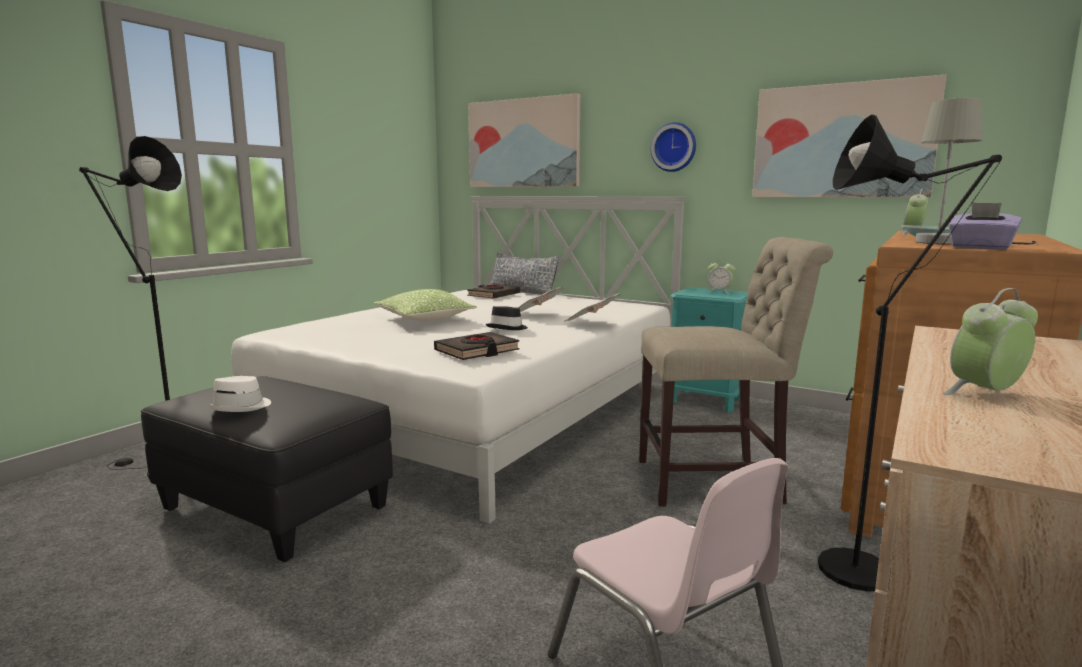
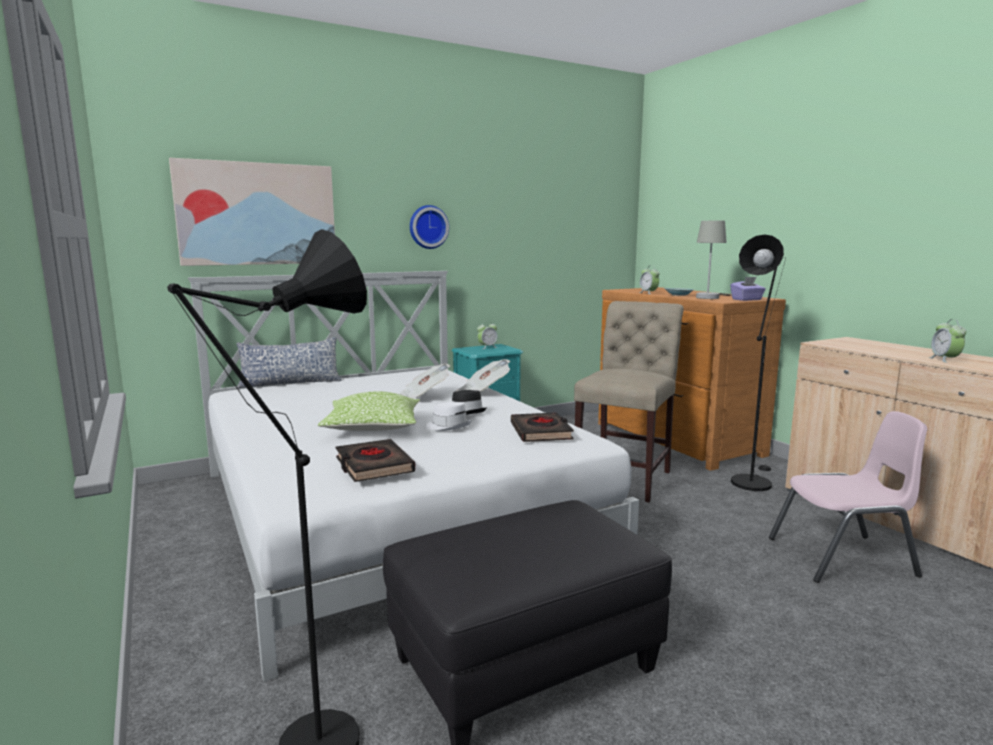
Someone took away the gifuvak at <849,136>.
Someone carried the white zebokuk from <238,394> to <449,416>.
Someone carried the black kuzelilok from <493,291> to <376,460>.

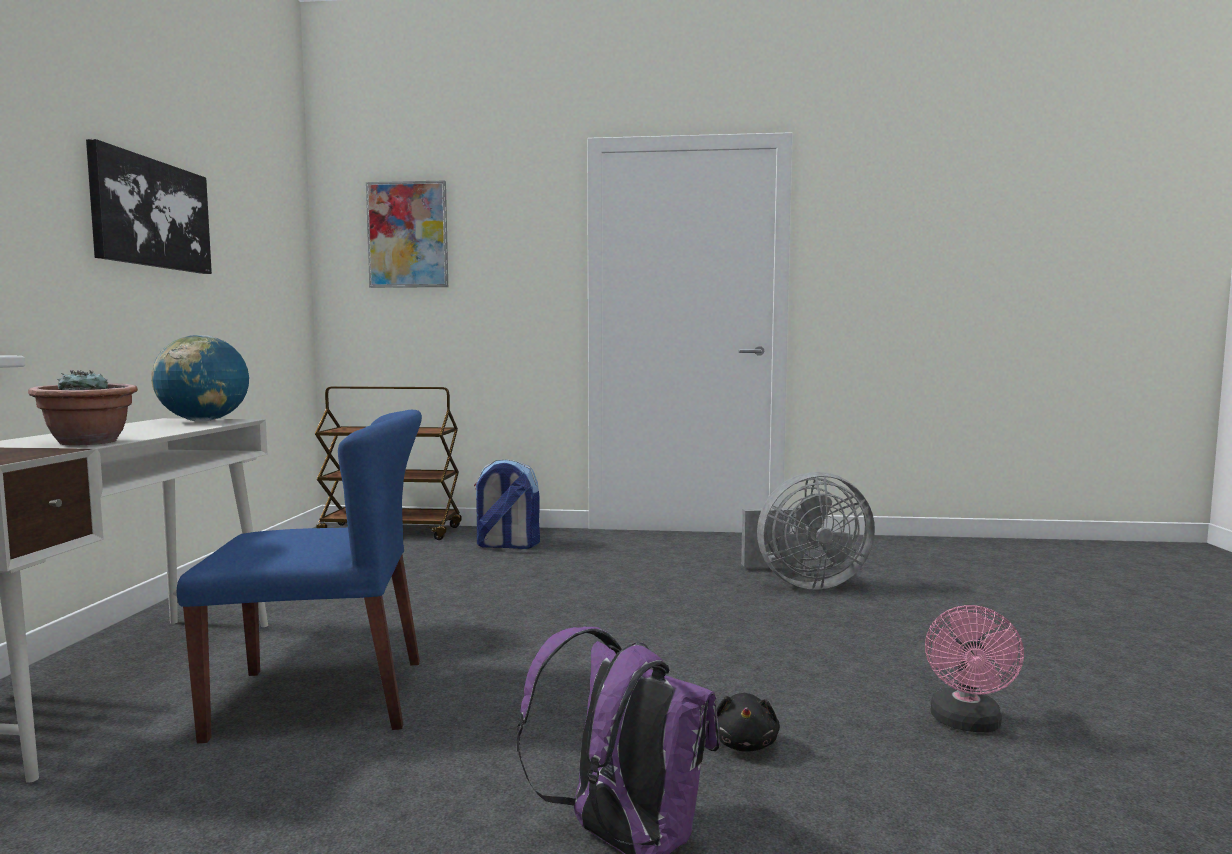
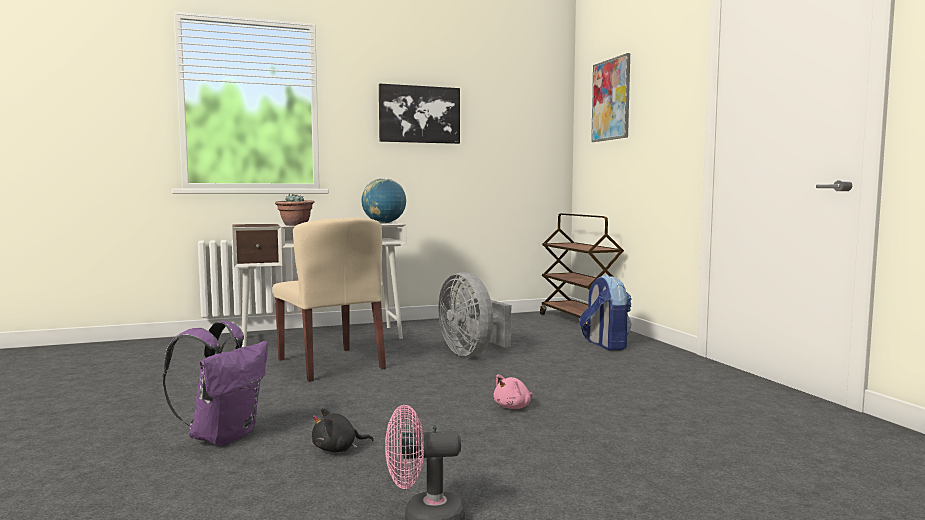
Someone put down the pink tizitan at <514,391>.
Someone carried the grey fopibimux from <808,531> to <474,314>.
Someone repainted the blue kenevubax at <299,577>, which became the beige kenevubax at <329,300>.

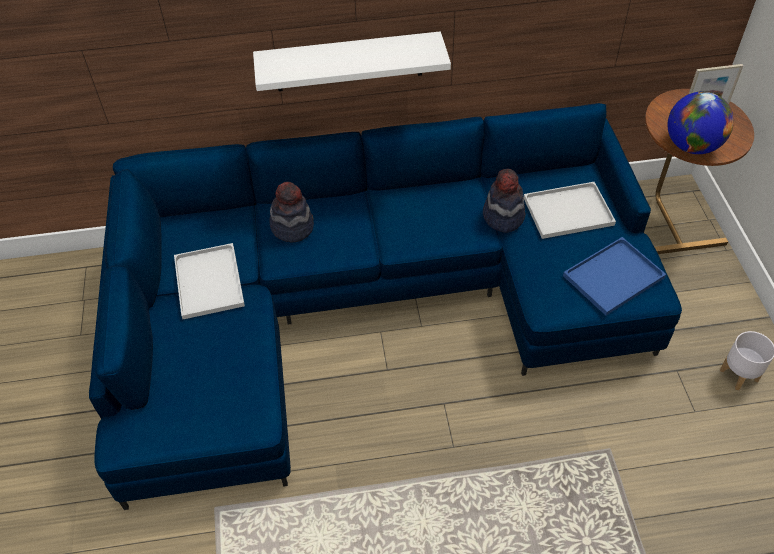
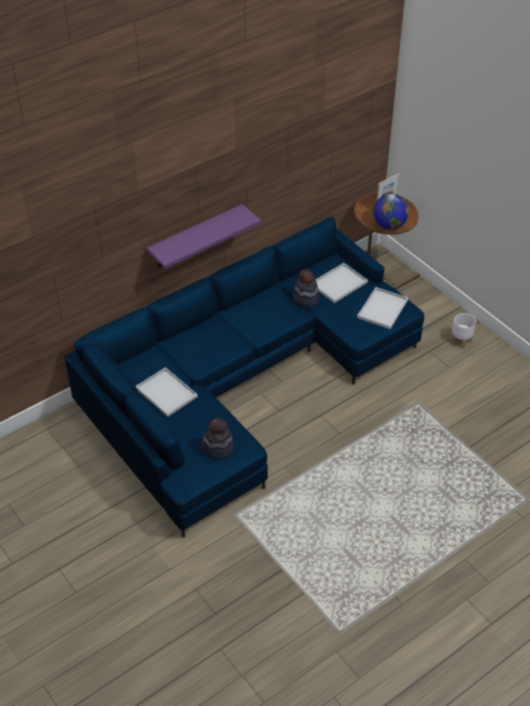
Someone carried the zebokuk from <292,212> to <217,438>.
Someone repainted the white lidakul at <352,61>, which became the purple lidakul at <204,236>.
Someone repainted the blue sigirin at <614,276>, which became the white sigirin at <382,308>.

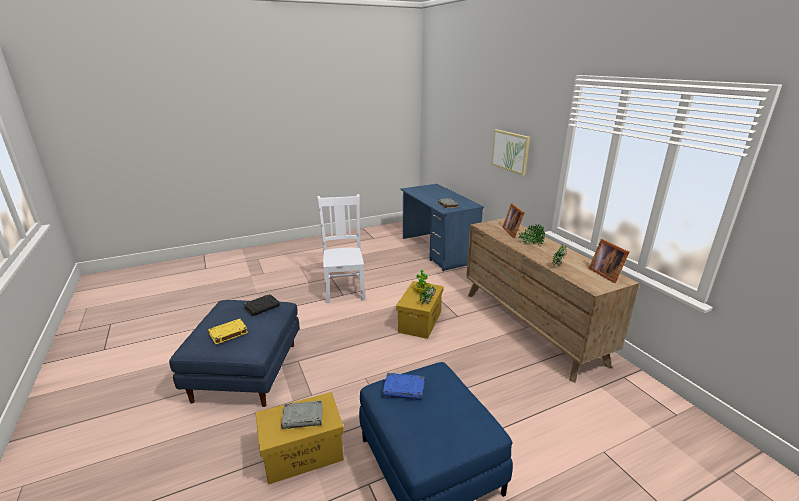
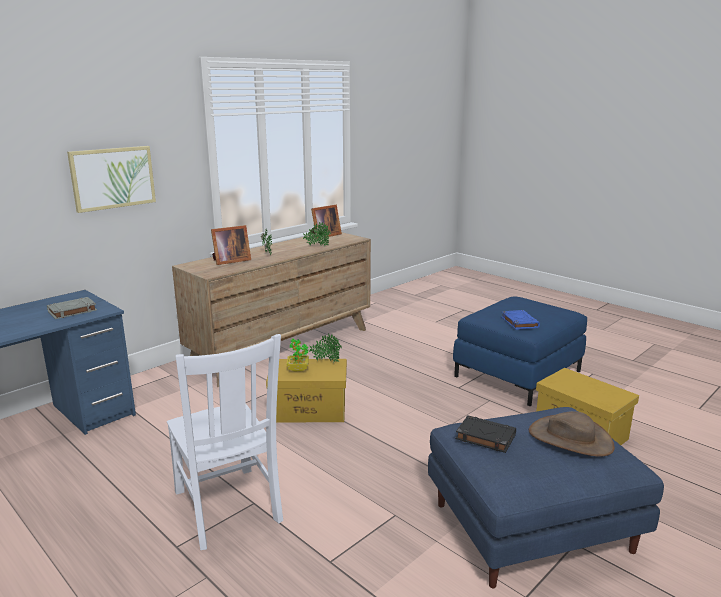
Someone took away the grey kuzelilok at <302,415>.
Someone swapped the yellow kuzelilok at <228,332> for the brown zebokuk at <572,433>.
Someone rotated the white kenevubax at <341,248> by 90 degrees counterclockwise.

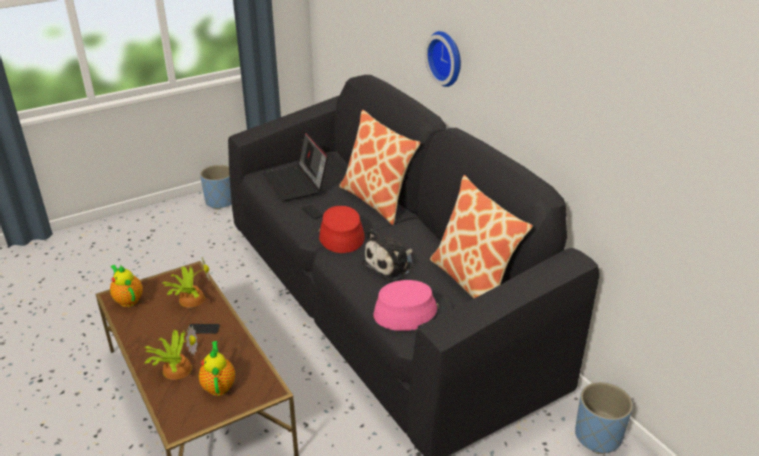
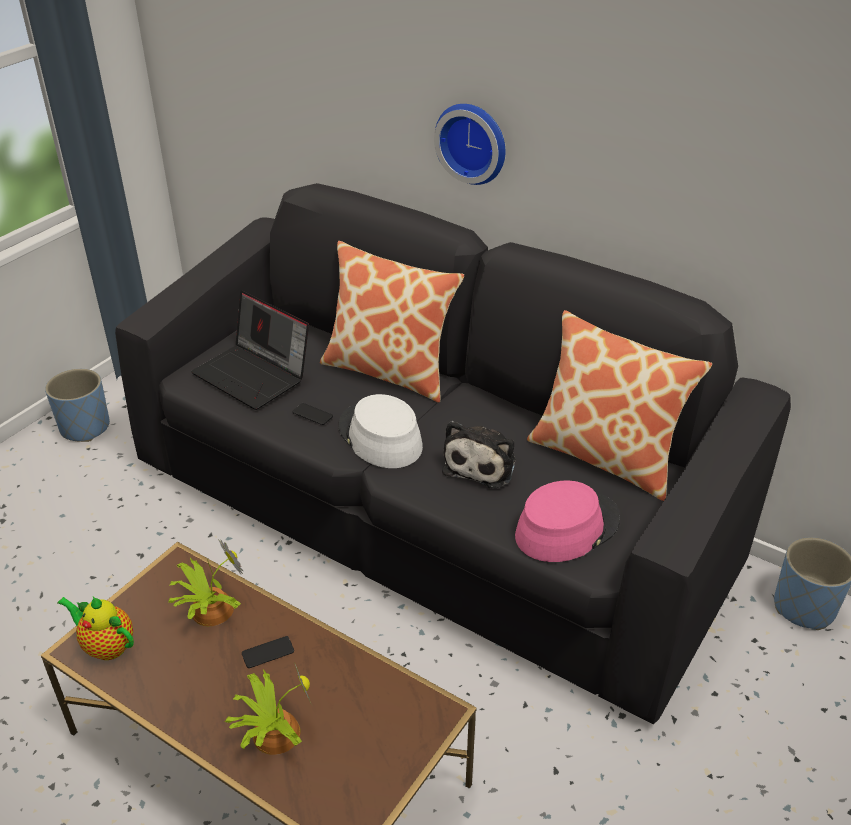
Someone took away the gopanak at <216,368>.
Someone repainted the red zebokuk at <342,229>, which became the white zebokuk at <380,431>.

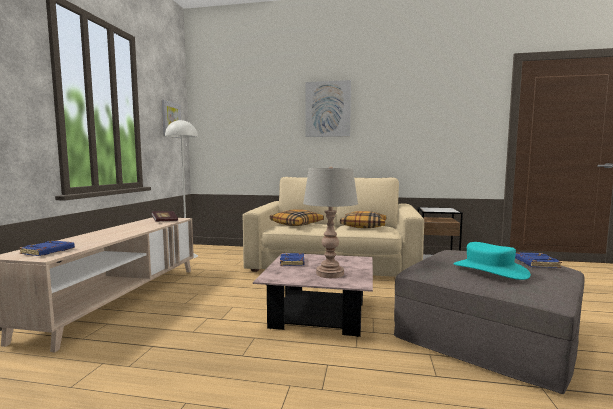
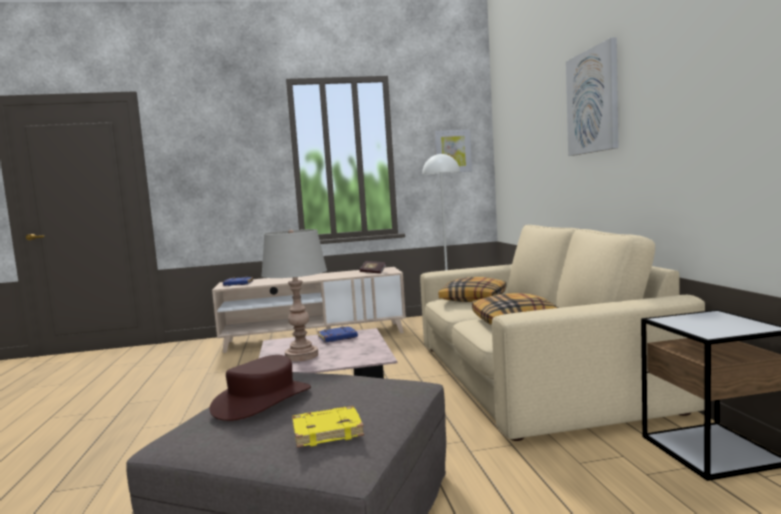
Someone repainted the turquoise zebokuk at <492,261>, which became the brown zebokuk at <260,388>.
Someone repainted the blue kuzelilok at <538,260>, which became the yellow kuzelilok at <328,427>.

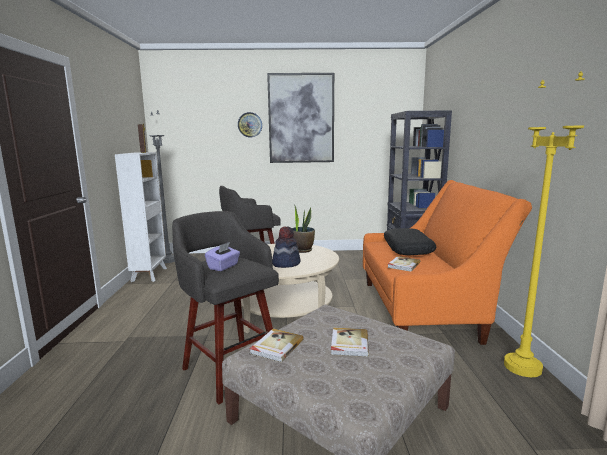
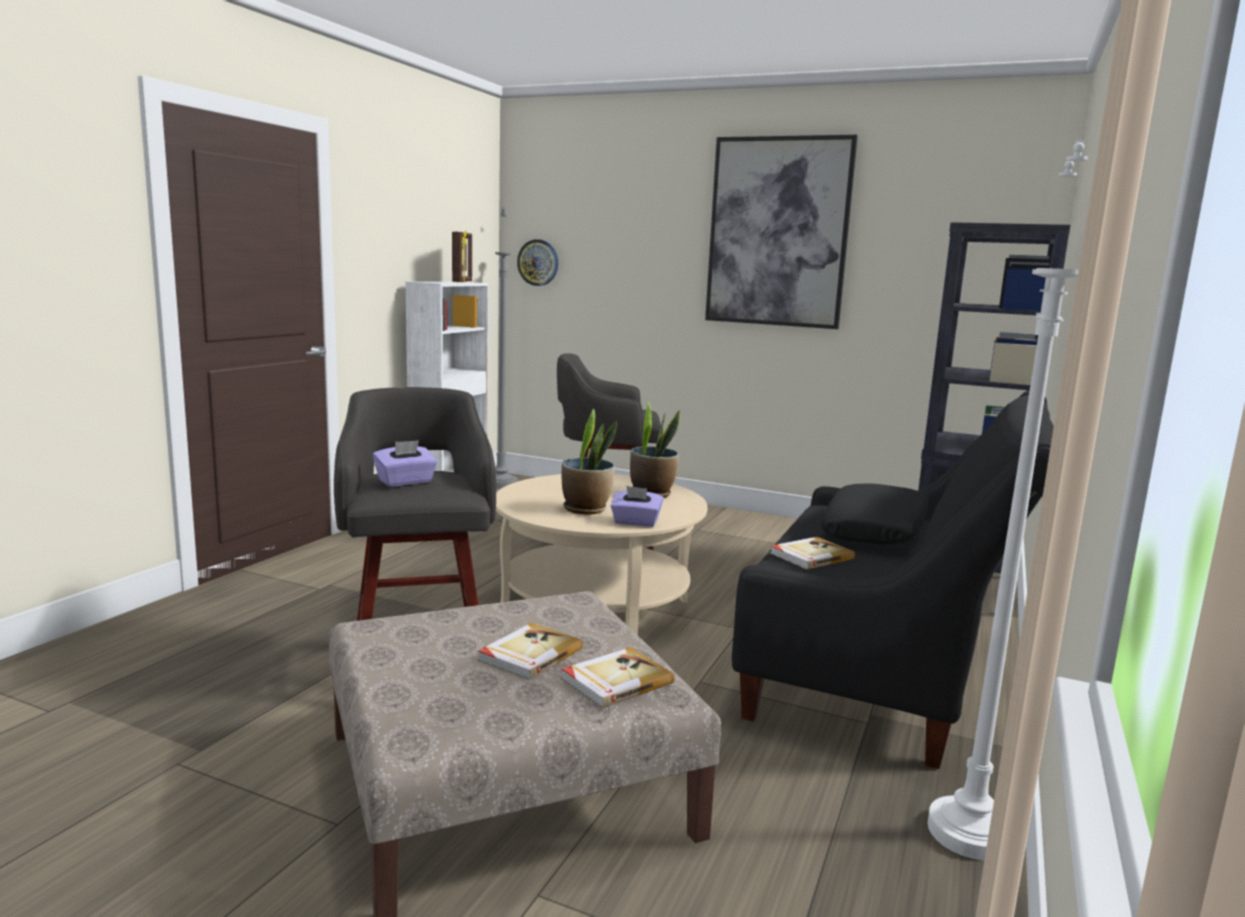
Someone put down the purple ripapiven at <637,506>.
Someone carried the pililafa from <250,124> to <537,262>.
Someone carried the kuzelilok from <277,345> to <617,677>.
Someone swapped the zebokuk at <286,247> for the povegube at <589,462>.
Someone repainted the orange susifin at <447,262>, which became the black susifin at <893,580>.
Someone repainted the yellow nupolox at <544,224>, which became the white nupolox at <1008,499>.

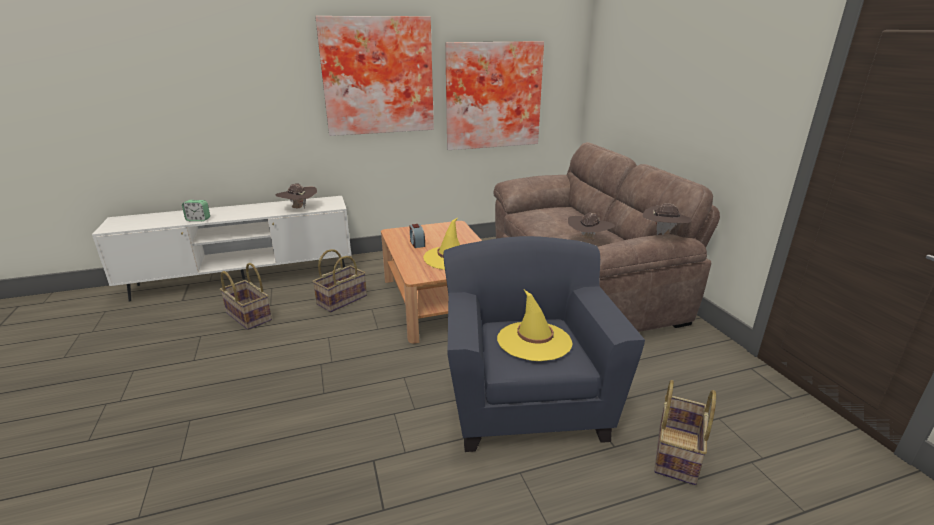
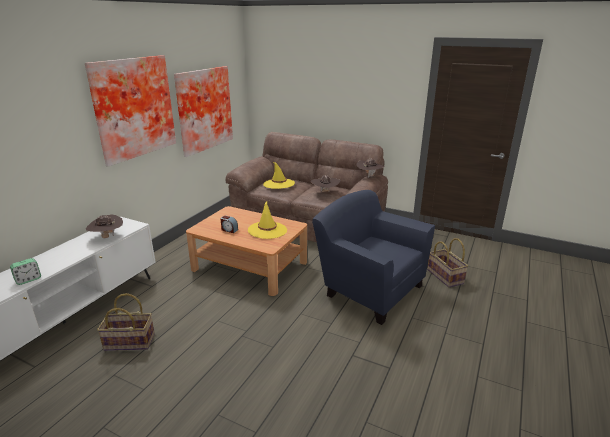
Someone took away the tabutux at <339,280>.
Someone carried the yellow zebokuk from <534,325> to <279,175>.

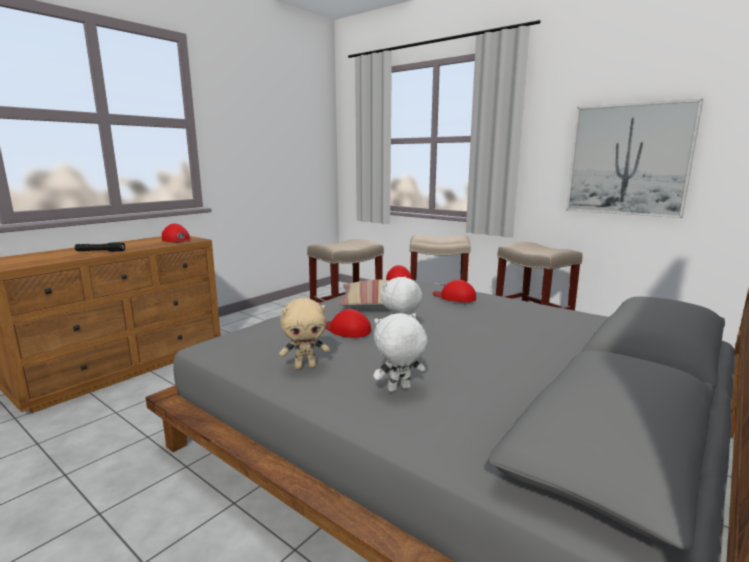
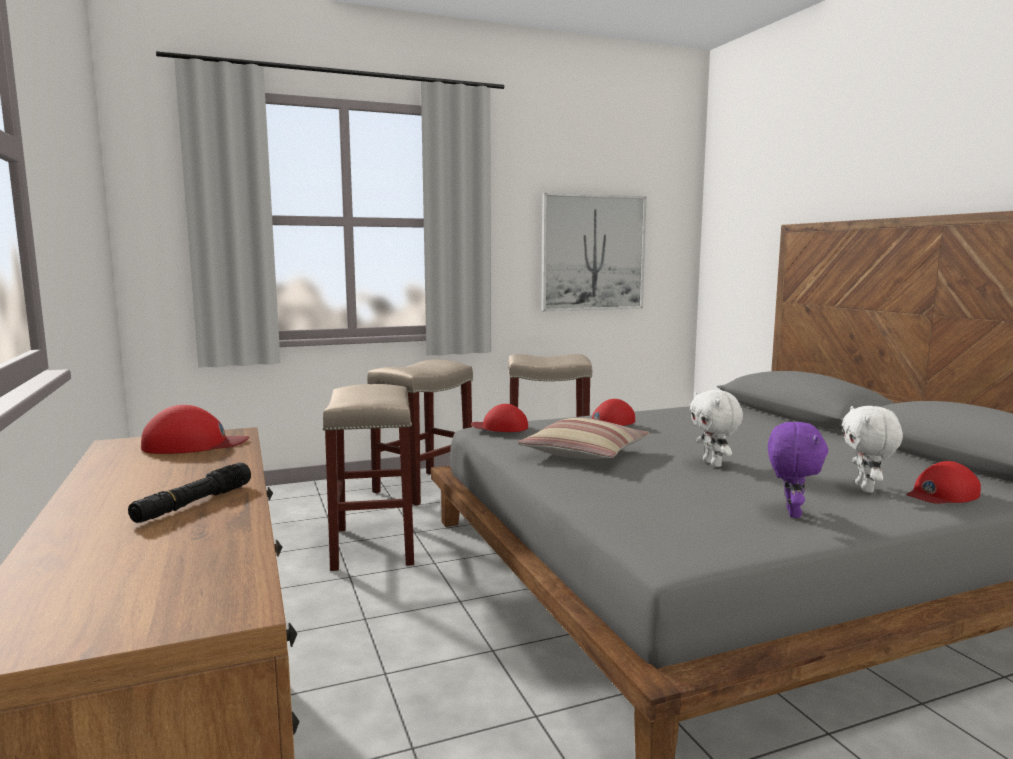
Someone carried the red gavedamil from <348,323> to <944,482>.
Someone repainted the beige tizitan at <304,334>, which became the purple tizitan at <798,470>.

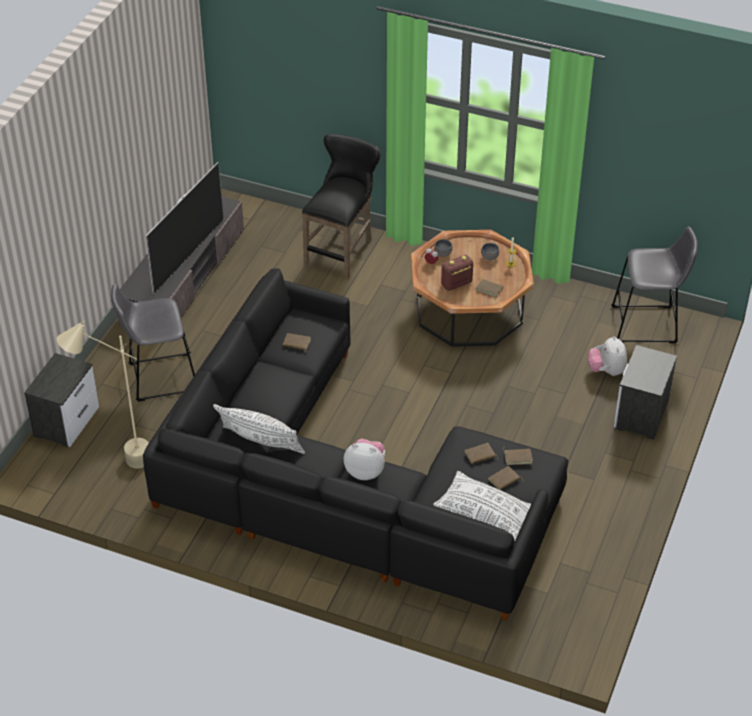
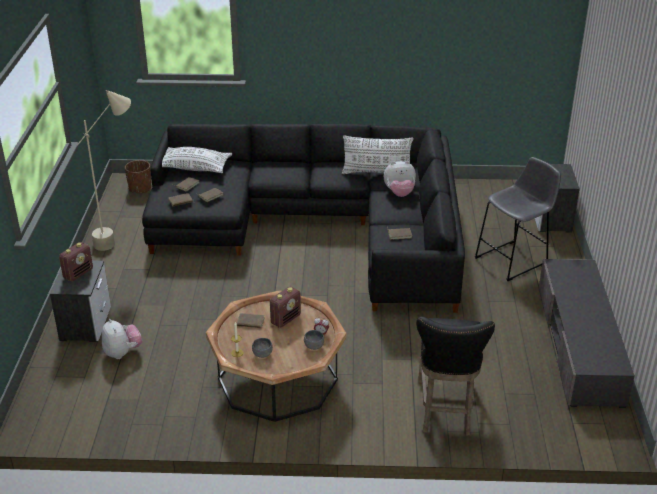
Someone took away the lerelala at <185,228>.
Someone took away the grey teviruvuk at <654,285>.
Someone put down the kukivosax at <76,261>.
Someone put down the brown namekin at <138,176>.
Someone carried the beige nupolox from <103,394> to <104,170>.
Someone carried the tizitan from <364,459> to <400,179>.

